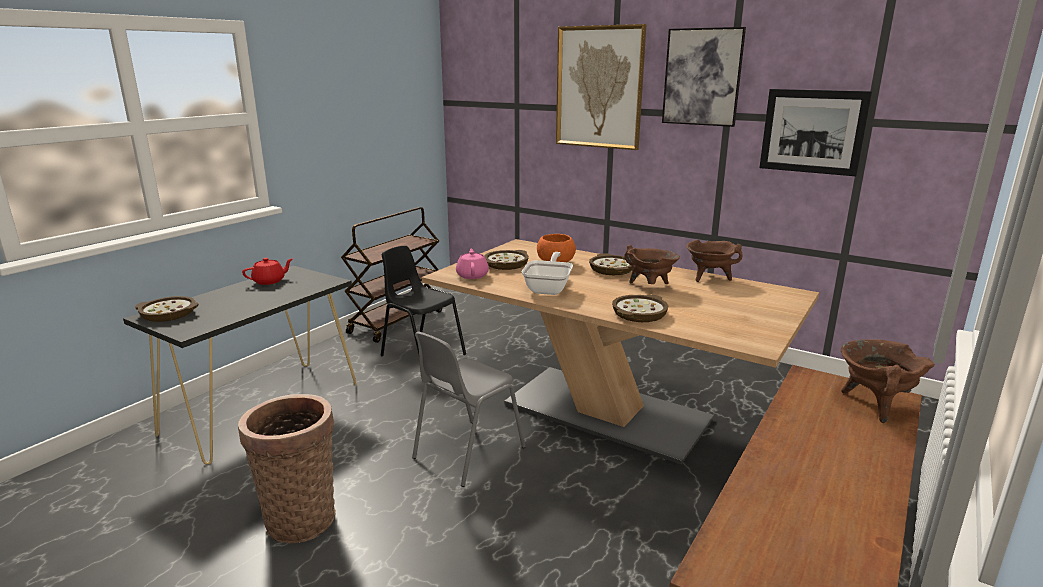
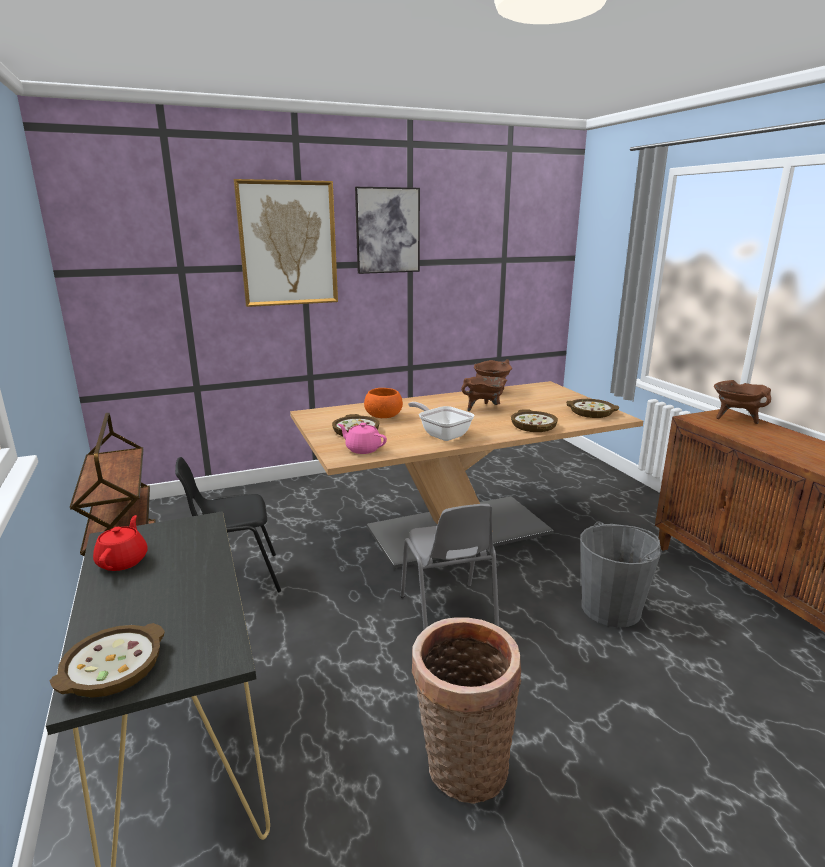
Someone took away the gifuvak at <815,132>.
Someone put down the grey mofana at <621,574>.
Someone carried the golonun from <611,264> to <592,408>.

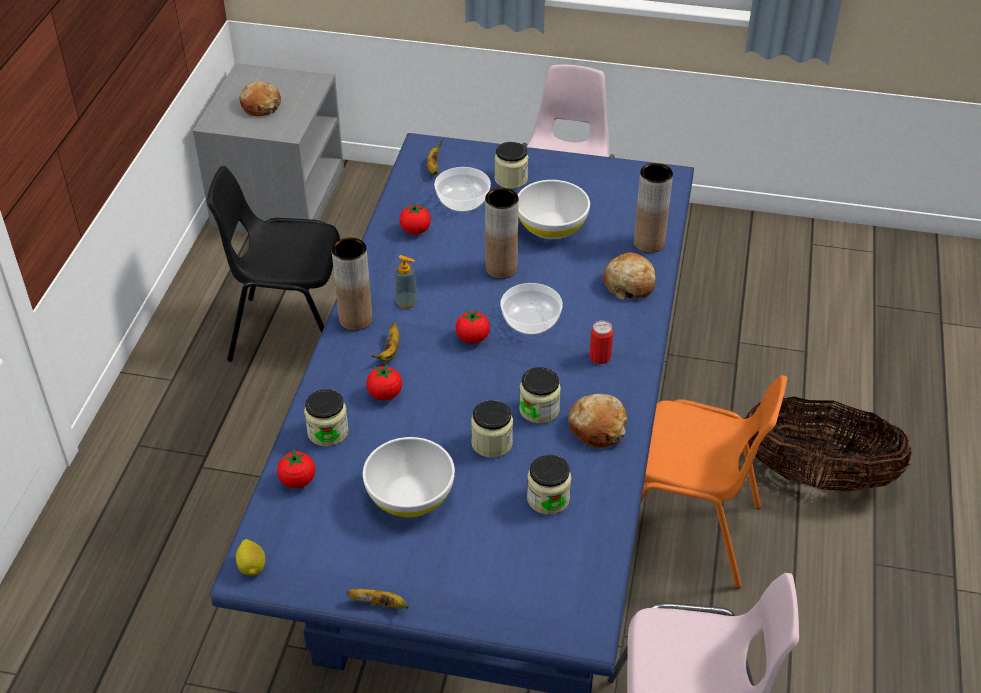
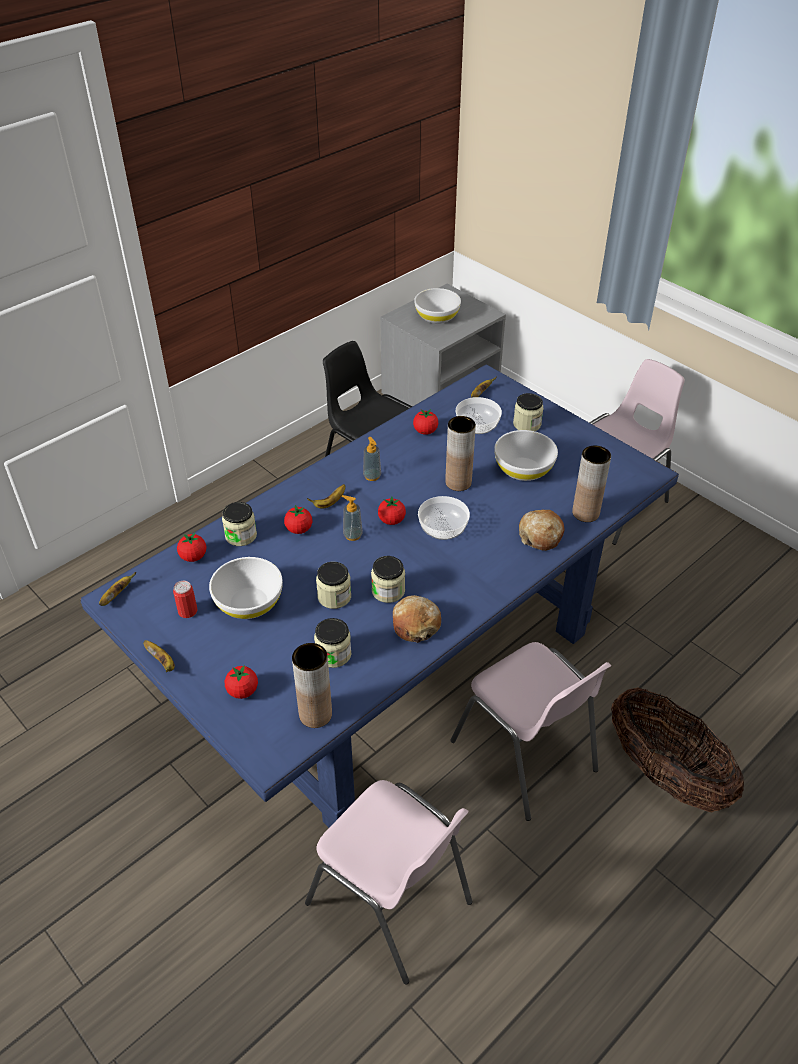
Someone put down the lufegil at <241,682>.
Someone put down the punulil at <352,518>.
Someone carried the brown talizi from <352,284> to <312,685>.
Someone carried the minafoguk from <601,342> to <185,599>.
Someone swapped the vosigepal at <250,557> for the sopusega at <117,589>.
Someone swapped the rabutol at <260,98> for the white golonun at <437,306>.
Someone repainted the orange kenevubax at <714,482>, which became the pink kenevubax at <530,731>.

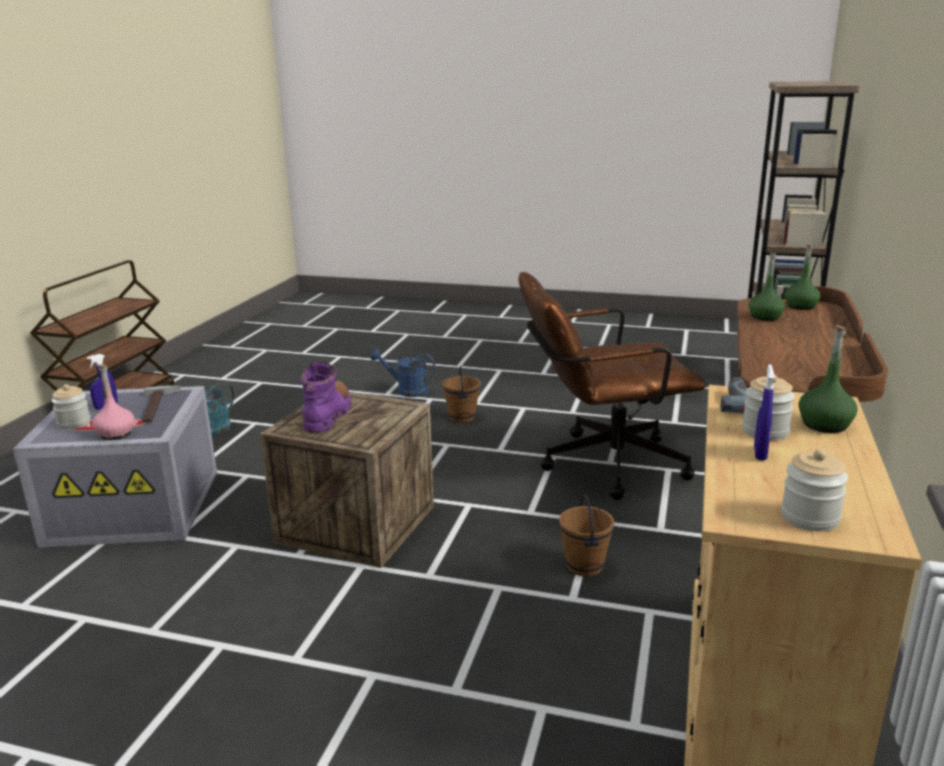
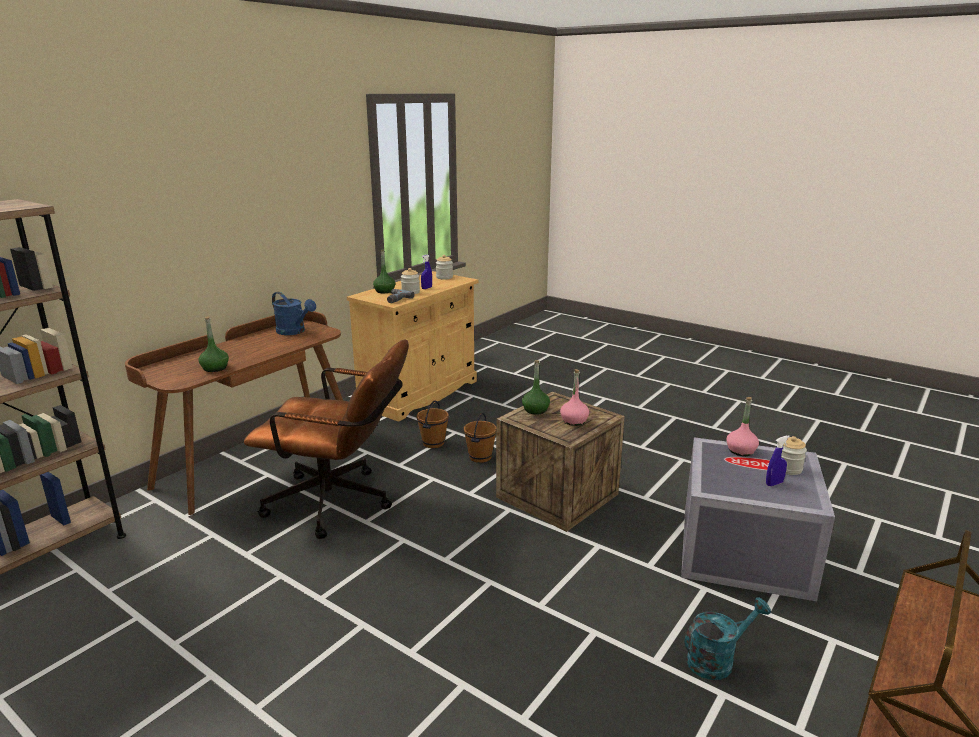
Someone took away the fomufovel at <161,404>.
Someone carried the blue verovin from <403,373> to <294,313>.
Someone carried the brown mofana from <461,394> to <480,438>.
Someone carried the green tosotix from <803,276> to <536,387>.
Someone swapped the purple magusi at <326,397> for the pink tosotix at <574,397>.

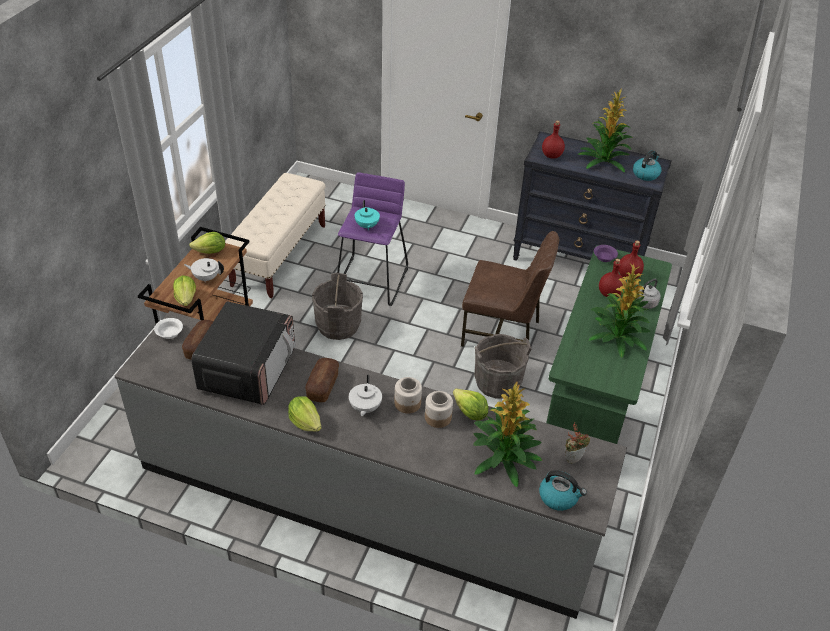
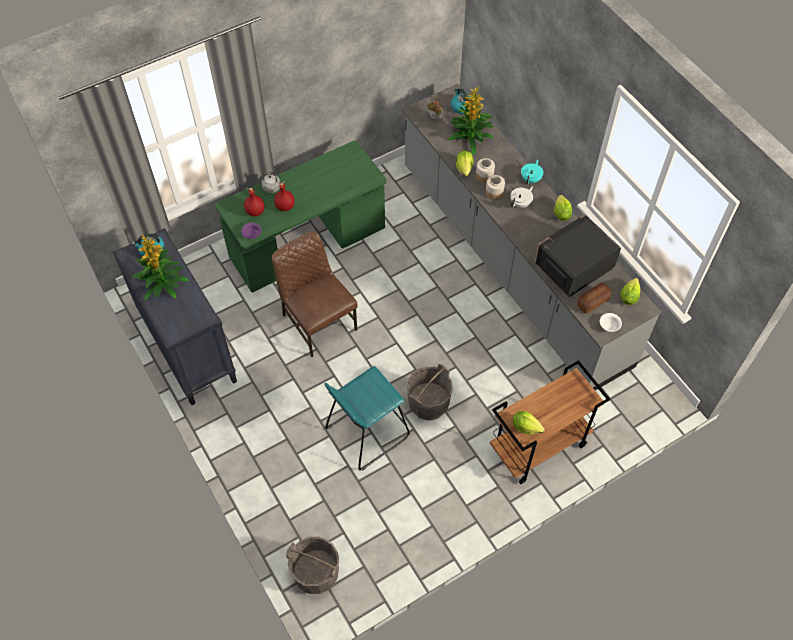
Someone took away the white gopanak at <204,270>.
Someone took away the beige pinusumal at <275,235>.
Someone took away the rabutol at <322,380>.
Someone took away the red tosotix at <553,140>.
Someone took away the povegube at <620,311>.
Someone carried the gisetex from <184,291> to <630,291>.
Someone carried the turquoise gopanak from <367,215> to <532,172>.
Someone carried the grey mofana from <503,366> to <313,565>.
Someone repainted the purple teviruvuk at <372,239>, which became the turquoise teviruvuk at <367,418>.

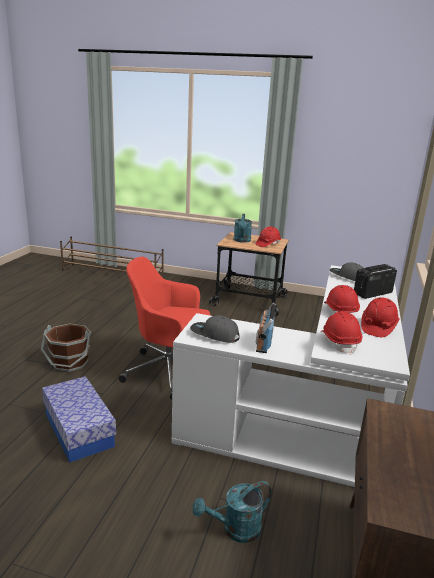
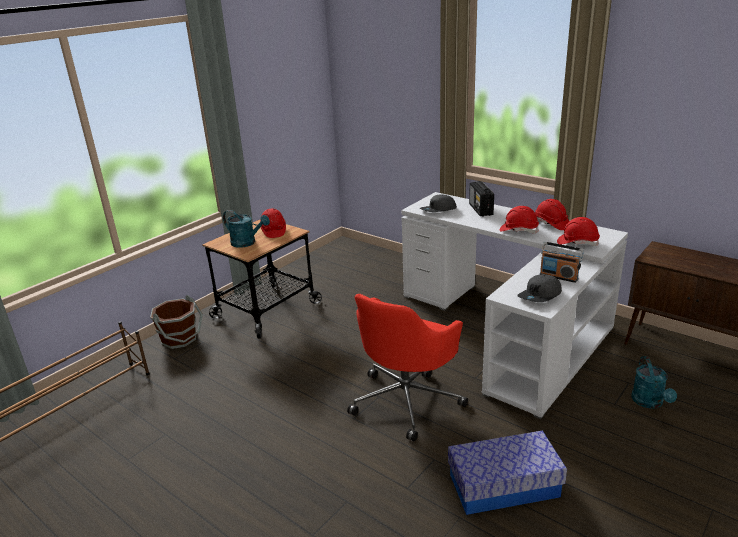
Someone carried the brown mofana from <66,348> to <176,322>.

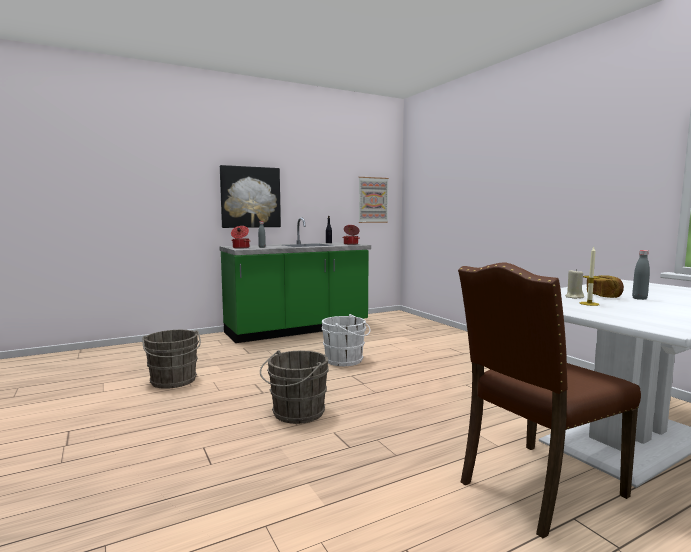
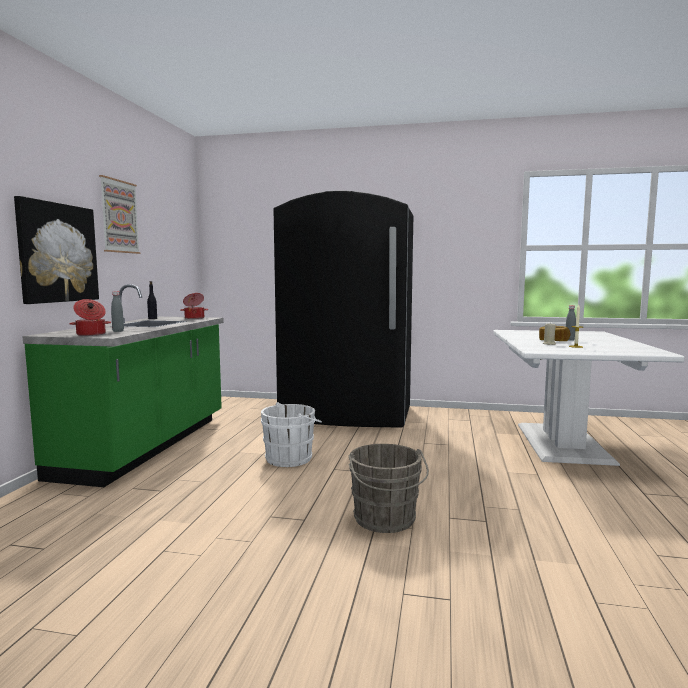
Someone took away the grey mofana at <171,359>.
Someone took away the brown kenevubax at <549,400>.
Someone put down the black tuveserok at <343,309>.
Someone carried the gifuvak from <373,200> to <119,214>.

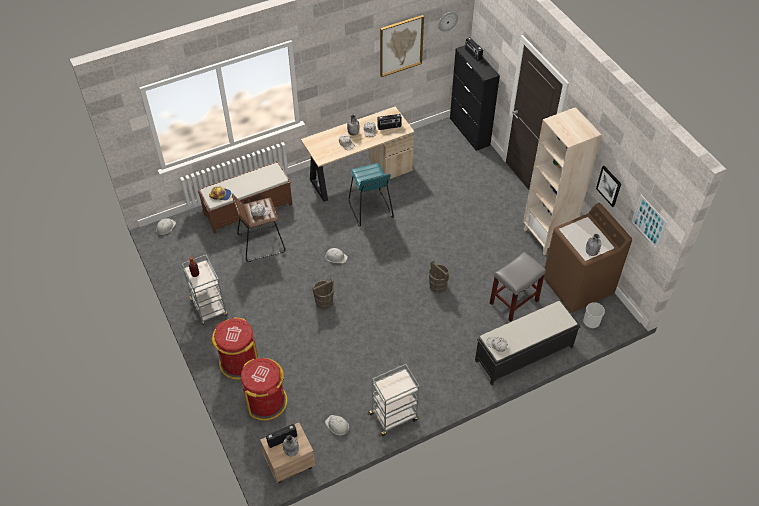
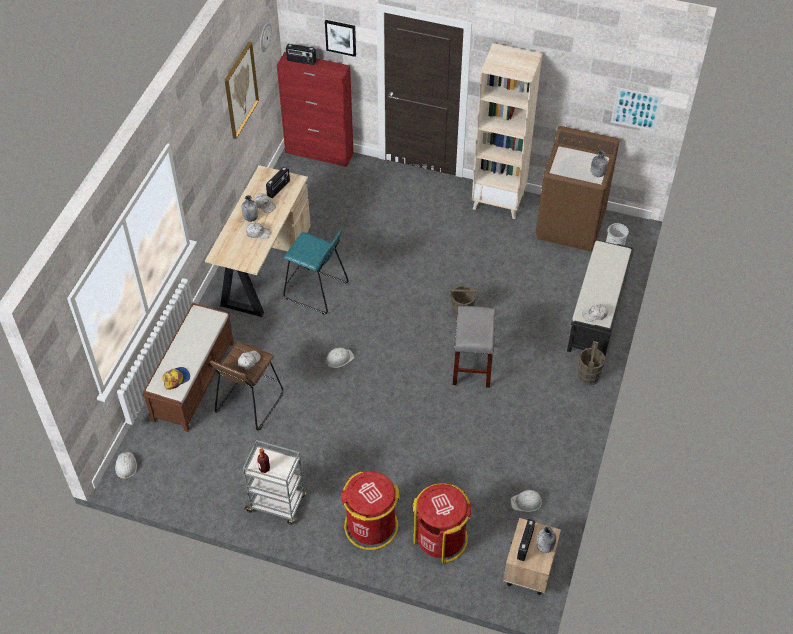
Someone took away the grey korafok at <393,400>.
Someone carried the brown mofana from <323,294> to <591,363>.
Someone carried the grey teviruvuk from <518,287> to <474,347>.
Someone carried the gifuvak from <608,186> to <340,38>.
Someone repainted the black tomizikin at <475,98>, which became the red tomizikin at <315,109>.

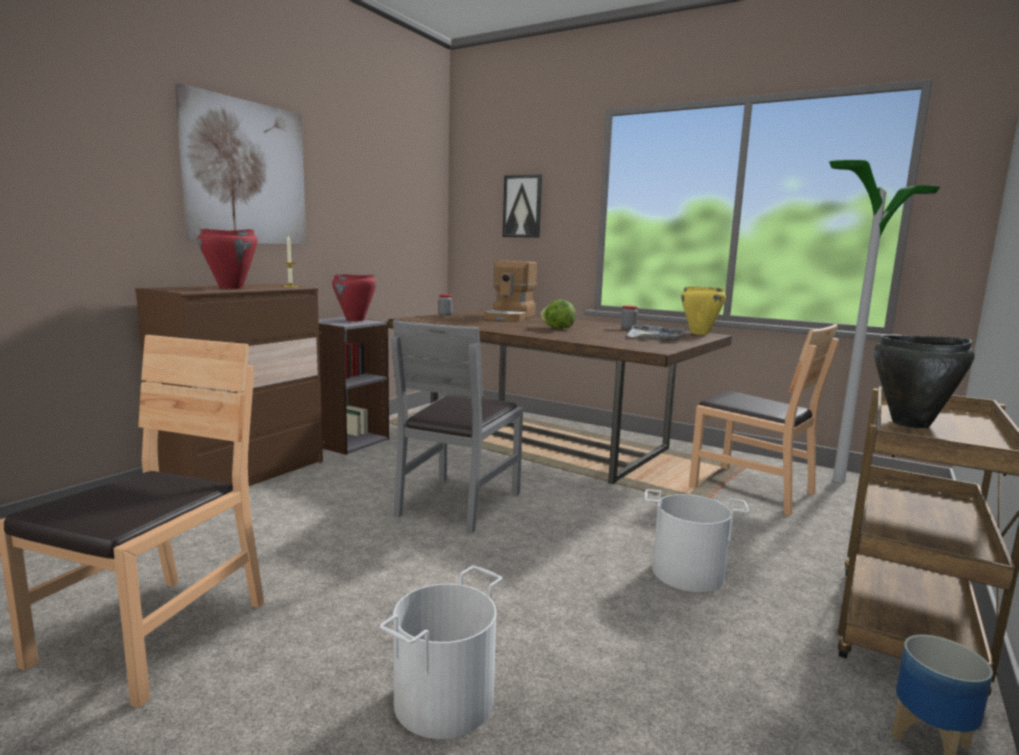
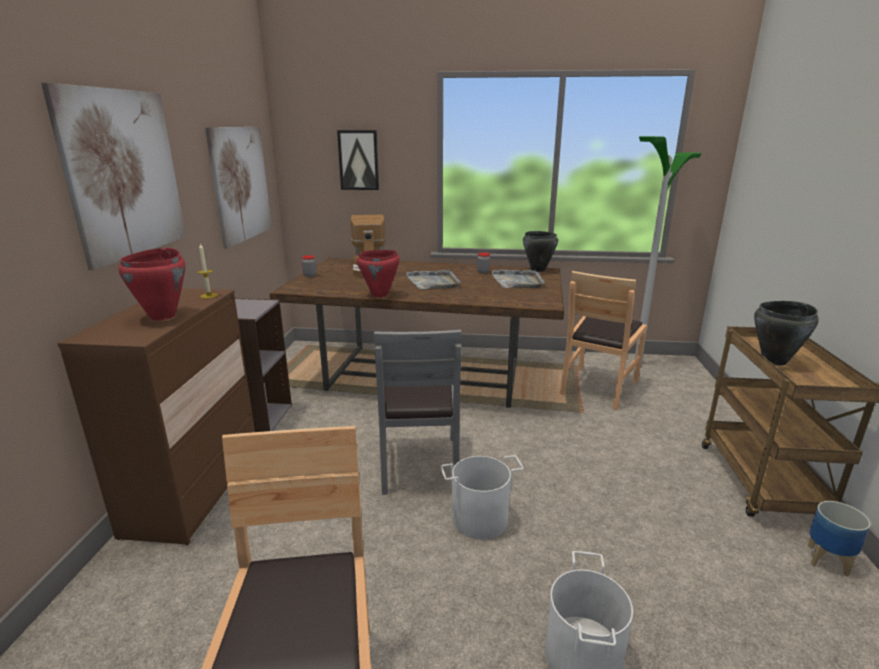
Someone put up the gifuvak at <238,188>.
Someone carried the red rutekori from <354,297> to <378,274>.
Someone carried the white mofana from <696,540> to <482,497>.
Someone swapped the gisetex at <558,314> for the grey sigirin at <433,279>.
Someone repainted the yellow rutekori at <703,310>, which became the black rutekori at <540,251>.
Someone rotated the brown kenevubax at <764,420> by 105 degrees clockwise.

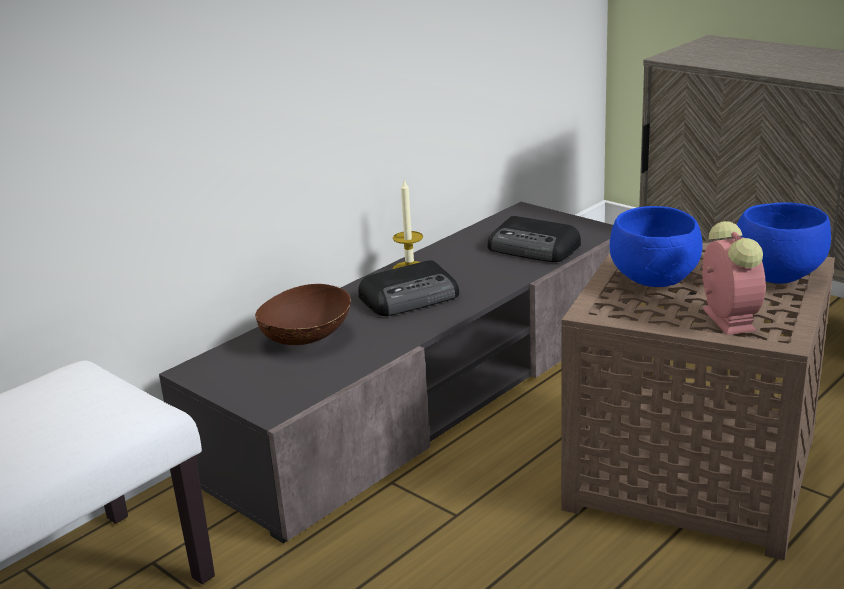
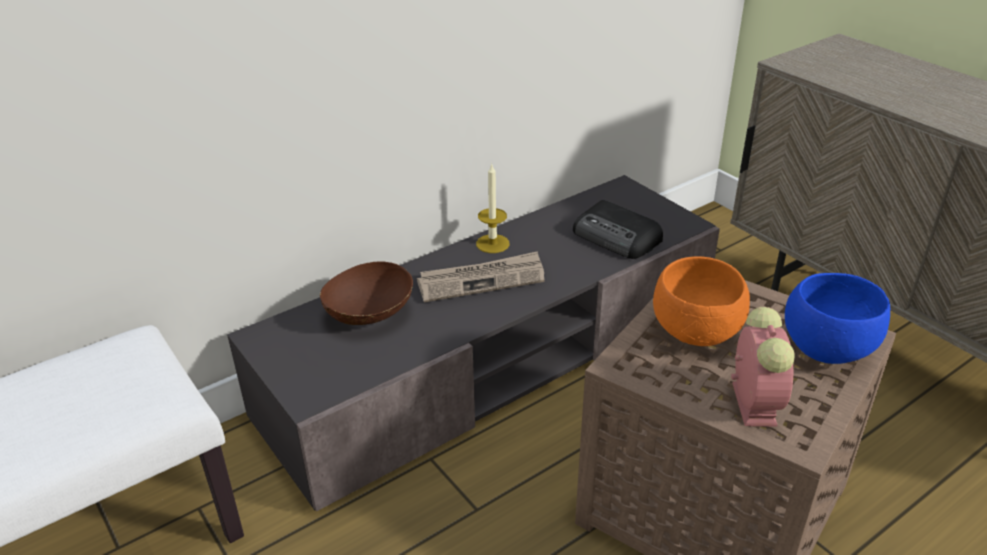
Someone swapped the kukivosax at <408,288> for the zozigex at <481,276>.
Someone repainted the blue golonun at <656,246>, which became the orange golonun at <701,301>.

